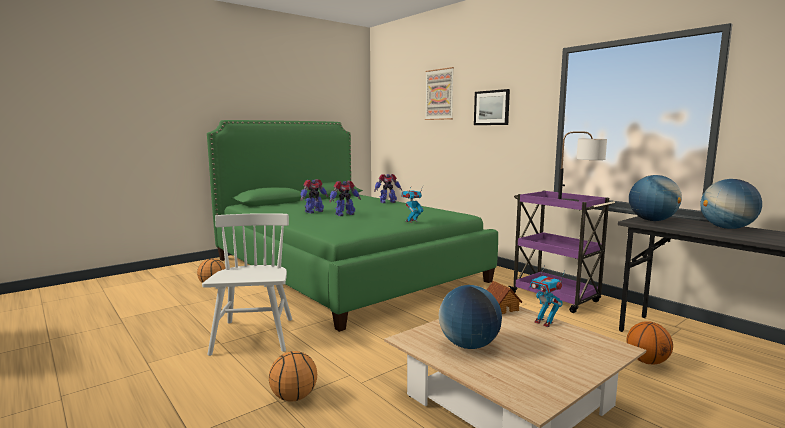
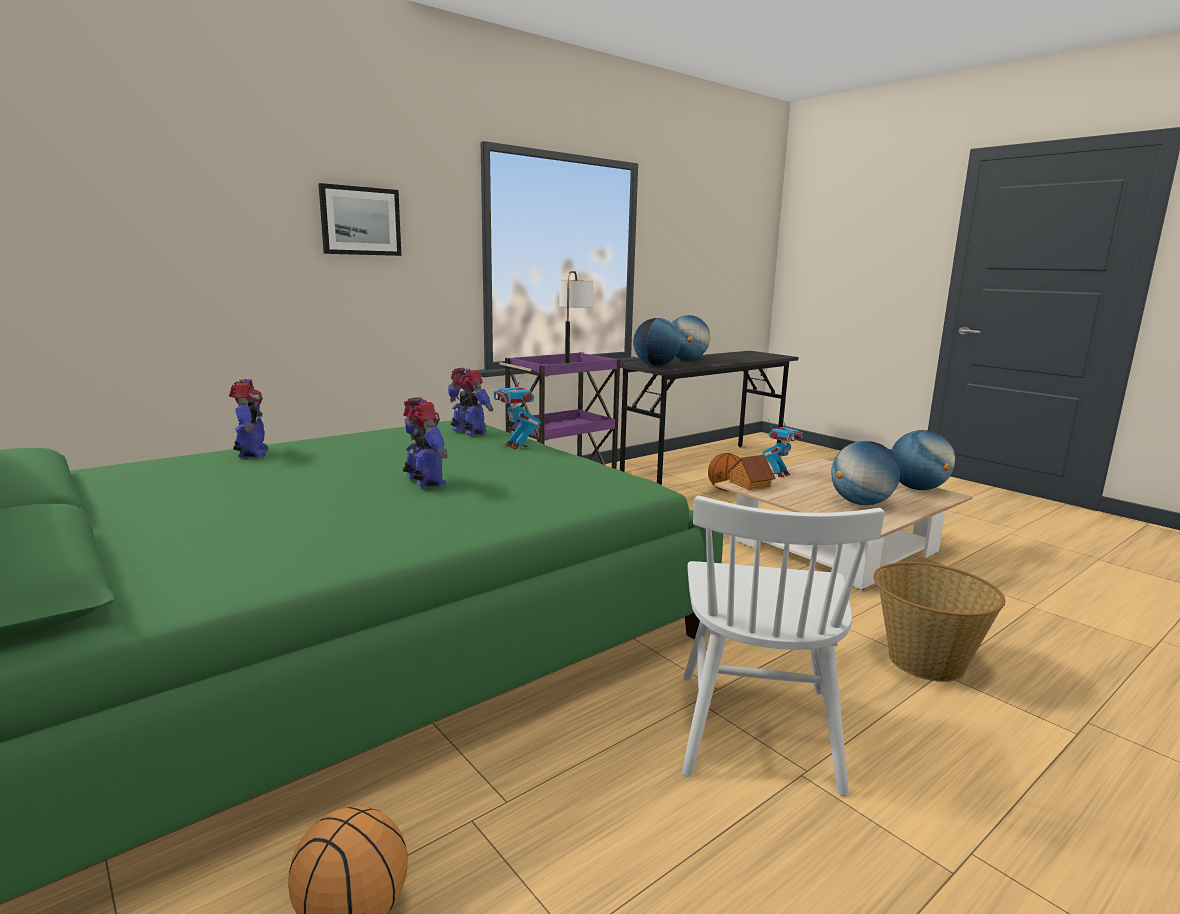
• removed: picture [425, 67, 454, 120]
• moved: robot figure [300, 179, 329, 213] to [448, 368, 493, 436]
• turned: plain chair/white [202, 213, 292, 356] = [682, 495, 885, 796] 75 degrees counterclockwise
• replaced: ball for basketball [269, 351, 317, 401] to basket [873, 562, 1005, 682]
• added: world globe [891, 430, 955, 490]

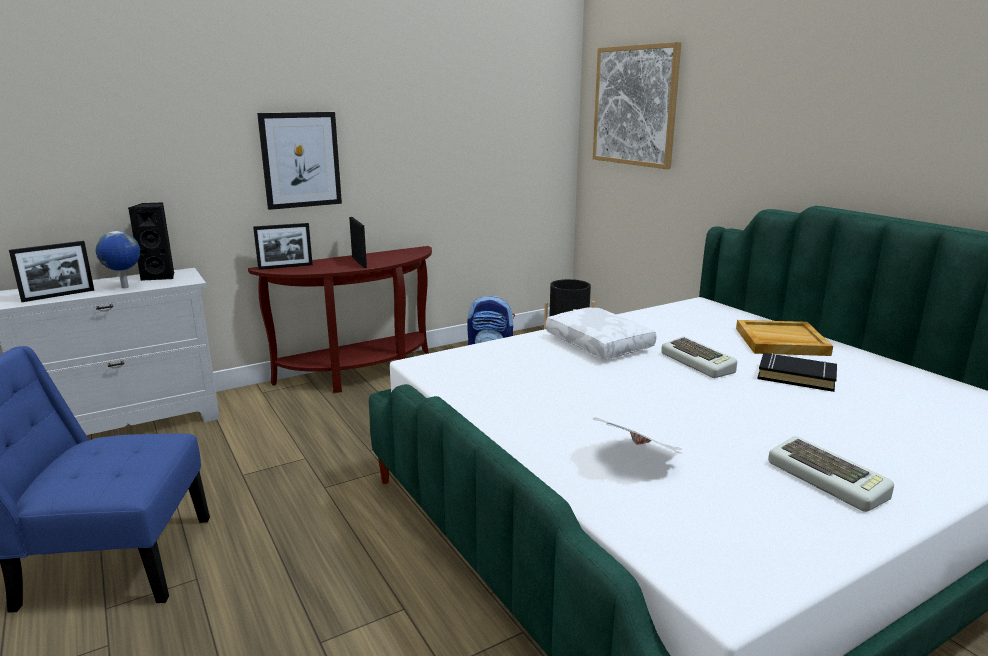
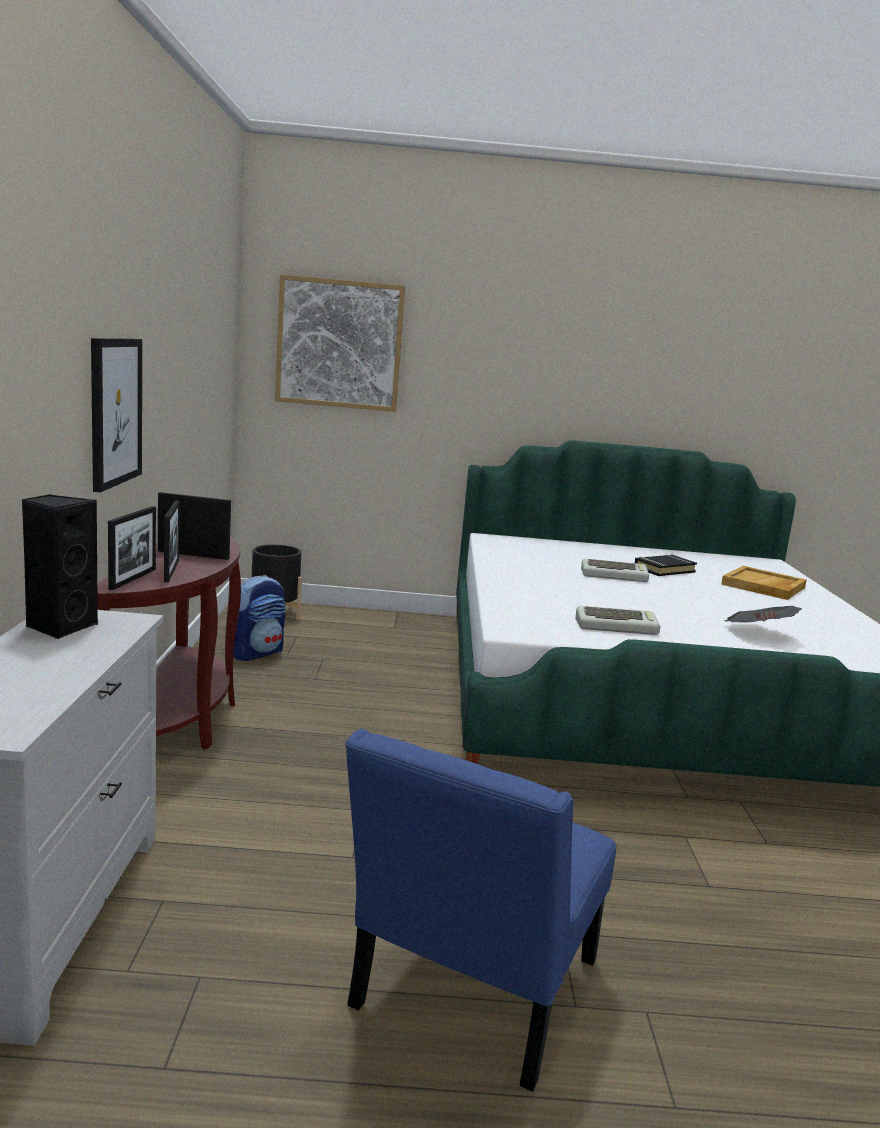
• removed: world globe [96, 231, 140, 288]
• moved: picture frame [9, 241, 94, 302] to [164, 501, 179, 582]
• removed: pillow/white [546, 308, 656, 359]
• moved: serving tray/beige-coloured [736, 320, 833, 356] to [721, 566, 807, 600]
• moved: keyboard [768, 436, 894, 512] to [575, 606, 660, 635]

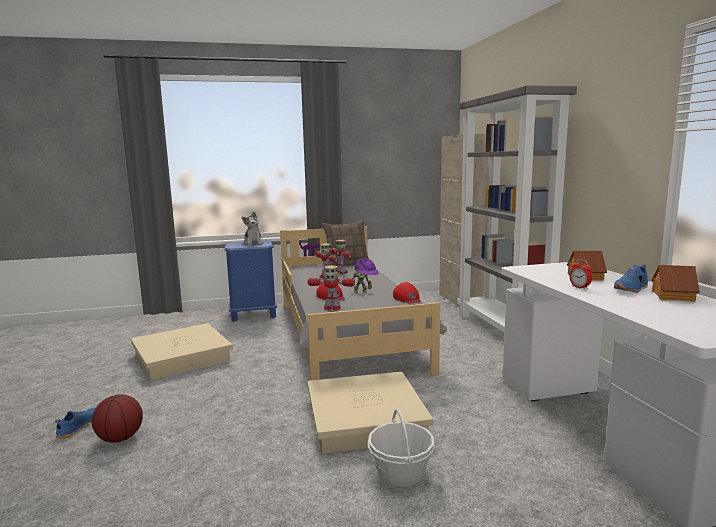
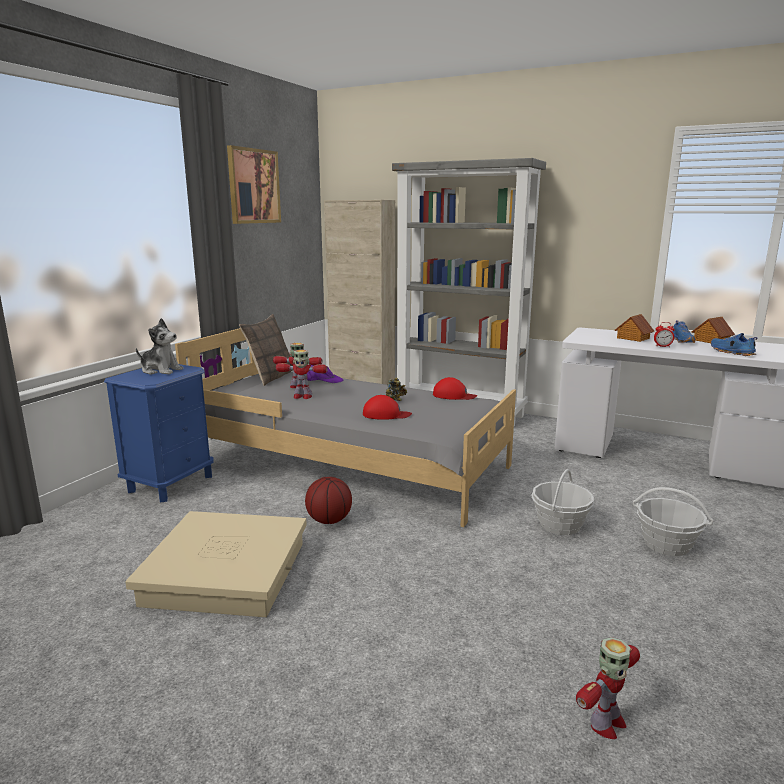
• moved: robot figure [308, 265, 355, 311] to [576, 637, 640, 739]
• replaced: storage container/beige-coloured [307, 372, 433, 454] to basket [531, 469, 594, 535]
• moved: ball for basketball [92, 394, 143, 442] to [305, 477, 352, 524]
• moved: low shoe/blue [55, 408, 96, 438] to [711, 333, 757, 356]
• added: picture [227, 145, 281, 224]

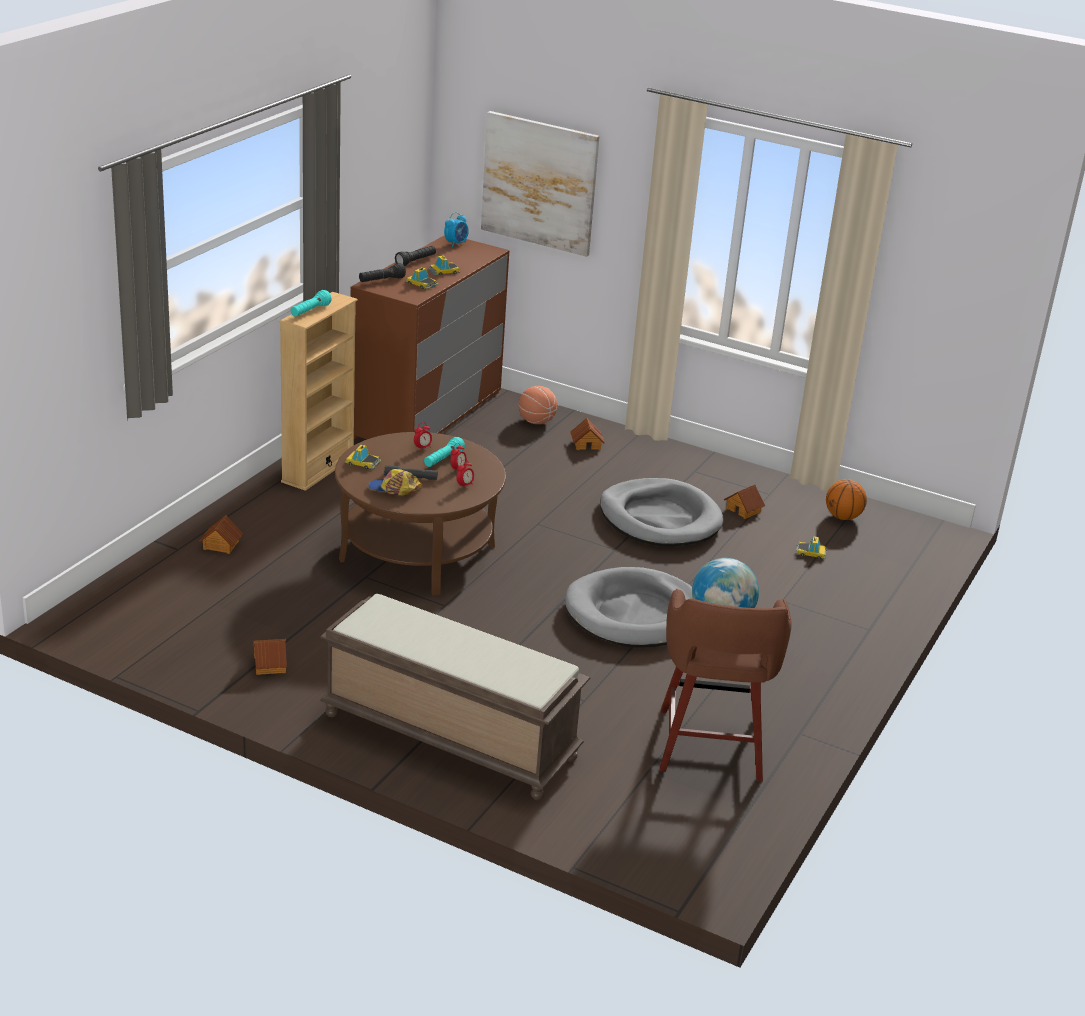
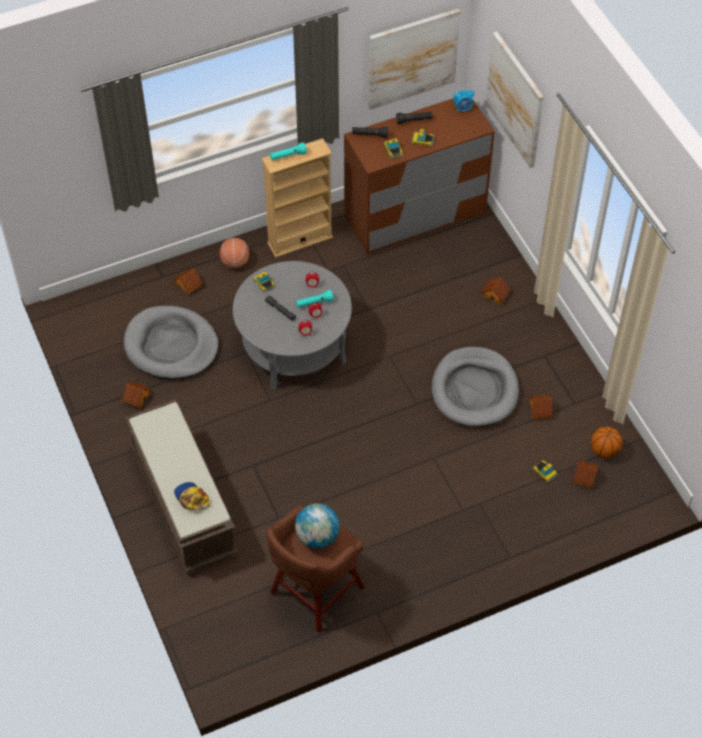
• moved: ball for basketball [519, 386, 557, 424] to [220, 238, 249, 268]
• recoloured: low table/brown [335, 432, 506, 595] to low table/greyish [233, 261, 352, 390]
• moved: peaked cap [368, 469, 422, 495] to [174, 482, 210, 510]
• moved: pet bed/greyish [565, 567, 693, 648] to [124, 306, 219, 380]
• added: picture [368, 8, 460, 110]
• added: miniature house [573, 460, 599, 488]

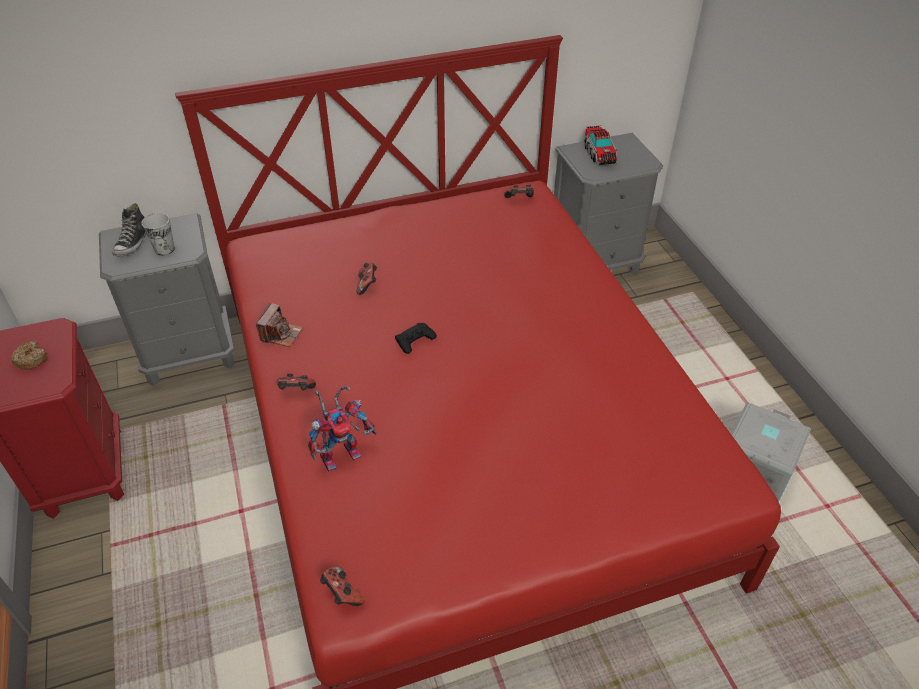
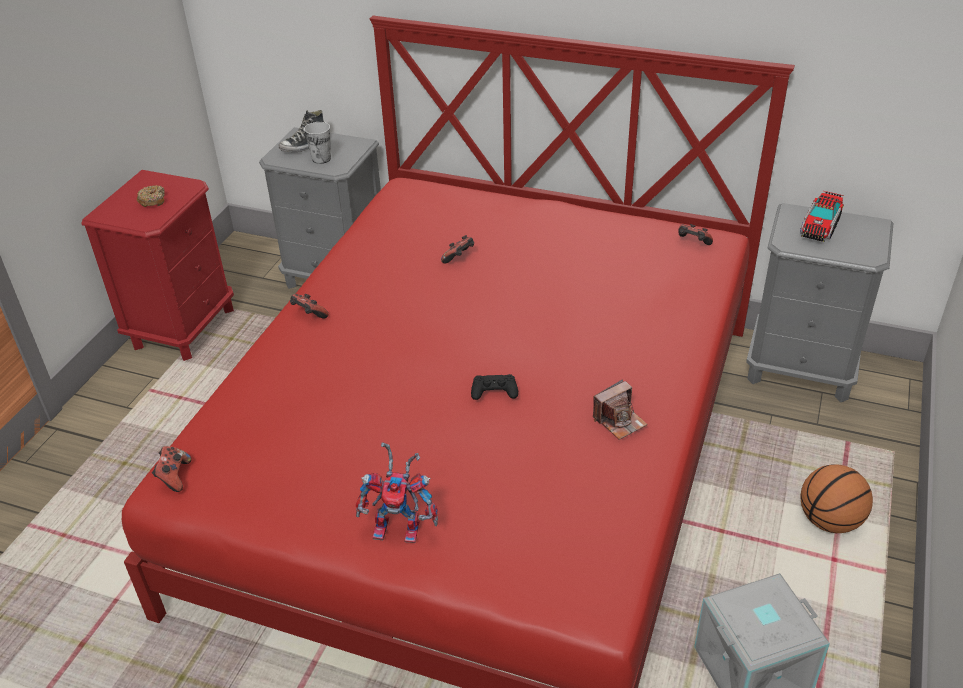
• moved: still camera [256, 303, 303, 347] to [593, 379, 648, 440]
• moved: gamepad/black-coloured [395, 323, 437, 354] to [471, 374, 518, 400]
• moved: robot figure [308, 386, 377, 472] to [356, 442, 438, 543]
• added: ball for basketball [800, 464, 873, 533]

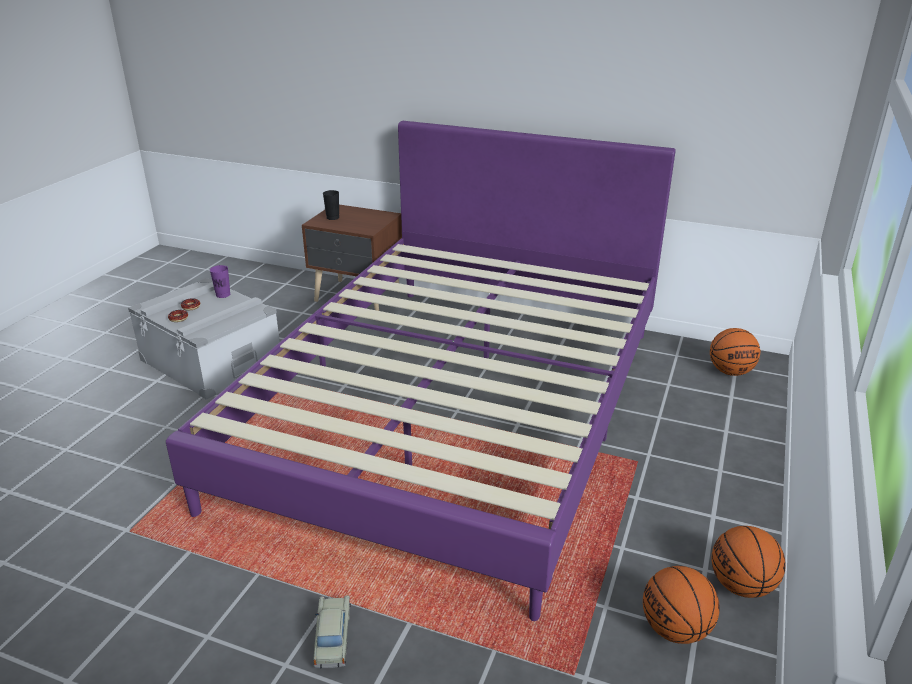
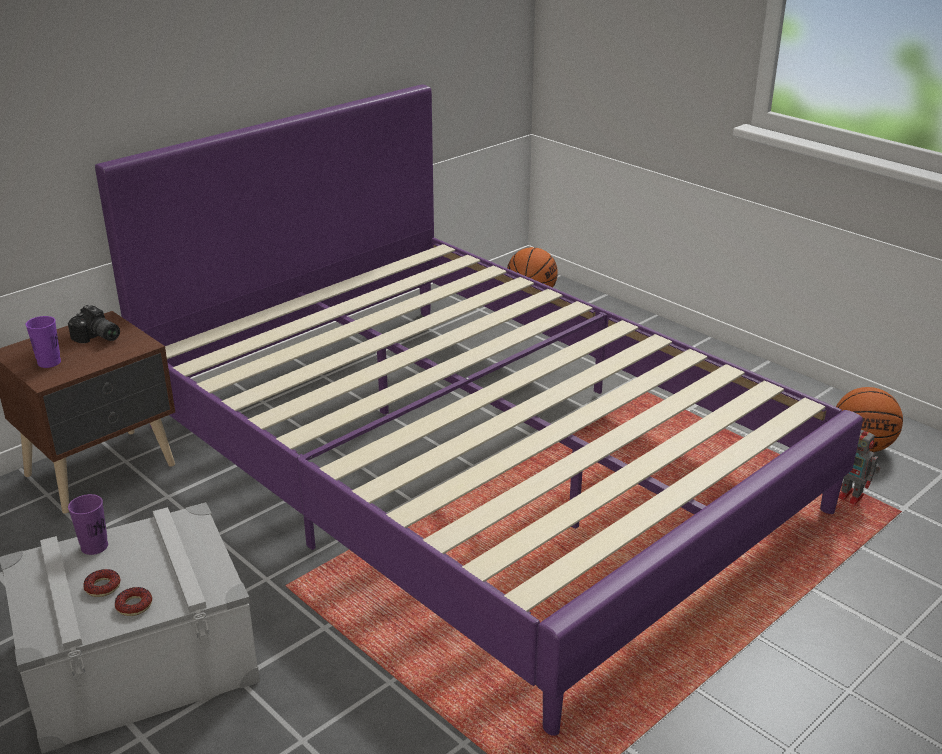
• recoloured: cup/black-coloured [323, 190, 339, 220] to cup/purple-coloured [25, 316, 61, 368]
• removed: ball for basketball [711, 526, 786, 598]
• removed: toy car/beige-coloured [313, 595, 351, 669]
• added: still camera [68, 305, 120, 343]
• added: robot figure [838, 425, 880, 505]

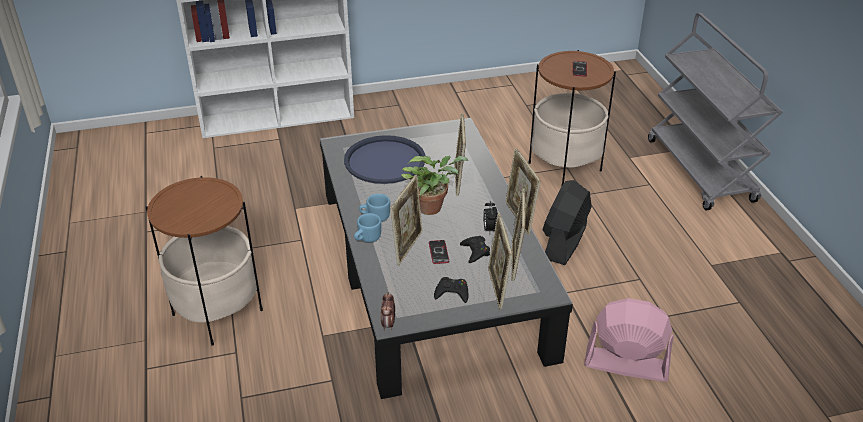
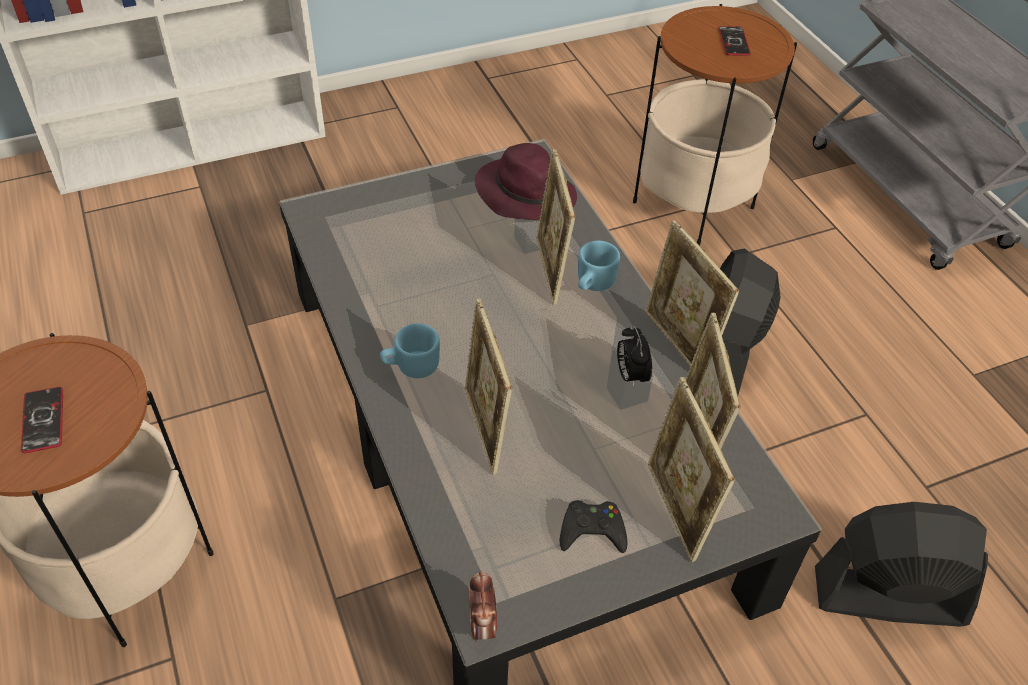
• removed: serving tray/blue [344, 135, 425, 184]
• removed: potted plant [401, 156, 469, 215]
• turned: picture frame [390, 175, 422, 265] = [464, 299, 512, 475] 150 degrees clockwise
• moved: mug/blue [354, 213, 381, 243] to [578, 241, 620, 291]
• removed: gamepad/black-coloured [460, 236, 490, 263]
• moved: handset [429, 240, 449, 264] to [21, 387, 63, 453]
• recoloured: electric fan/pink-coloured [584, 298, 674, 382] to electric fan/black-coloured [815, 502, 988, 627]
• added: clothing hat/purple-coloured [475, 143, 577, 220]

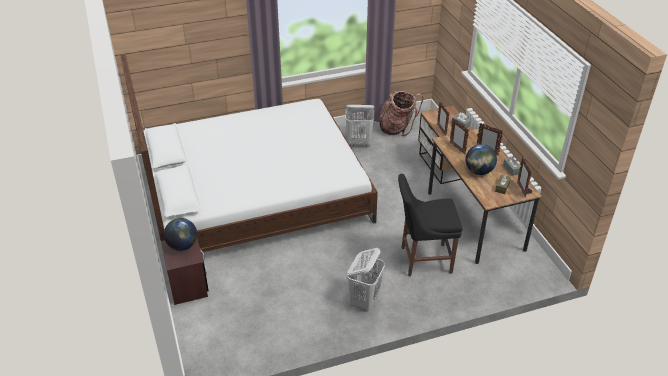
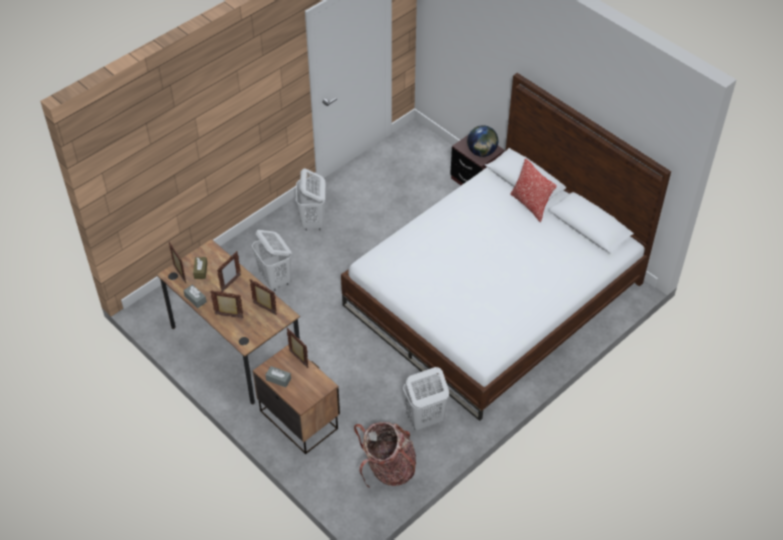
• replaced: world globe [465, 144, 497, 175] to picture frame [217, 251, 241, 292]
• replaced: plain chair/black-coloured [398, 174, 462, 276] to laundry basket/white [252, 230, 291, 291]
• added: pillow [510, 158, 557, 222]

